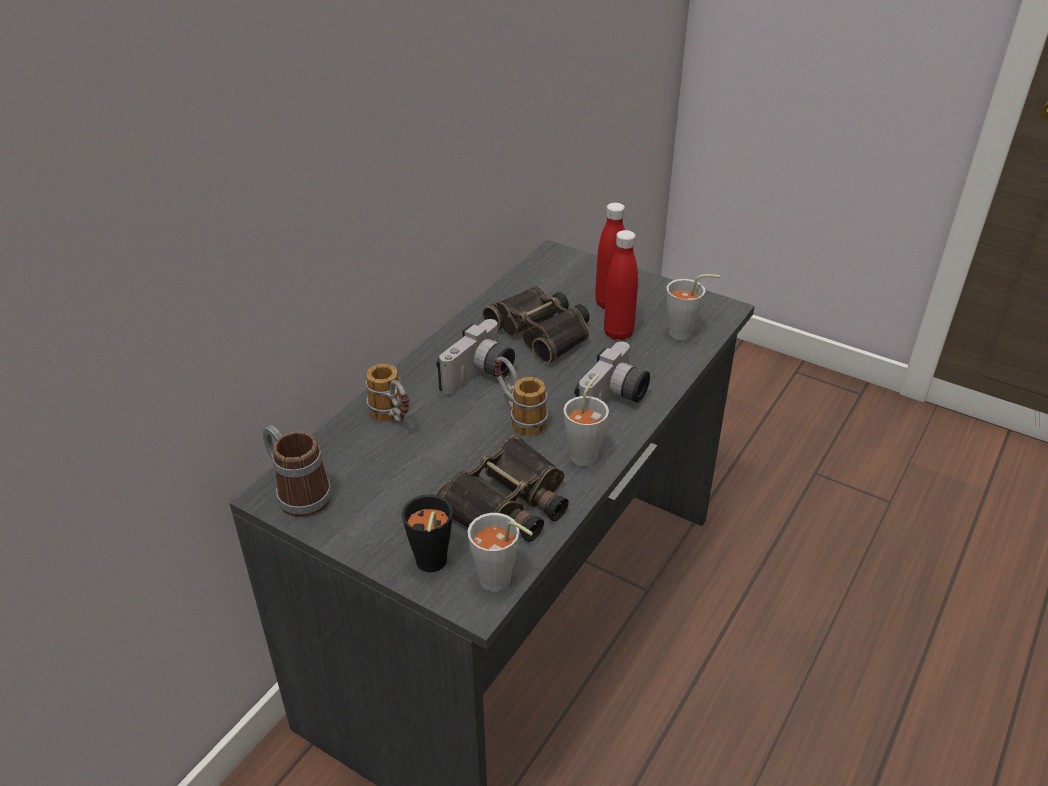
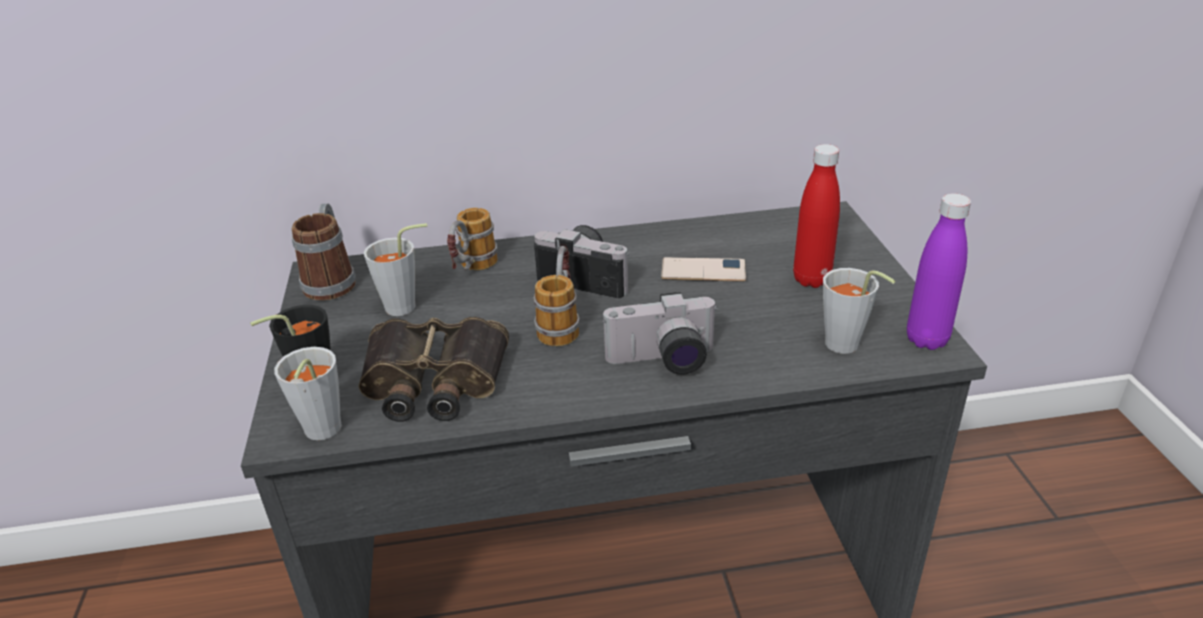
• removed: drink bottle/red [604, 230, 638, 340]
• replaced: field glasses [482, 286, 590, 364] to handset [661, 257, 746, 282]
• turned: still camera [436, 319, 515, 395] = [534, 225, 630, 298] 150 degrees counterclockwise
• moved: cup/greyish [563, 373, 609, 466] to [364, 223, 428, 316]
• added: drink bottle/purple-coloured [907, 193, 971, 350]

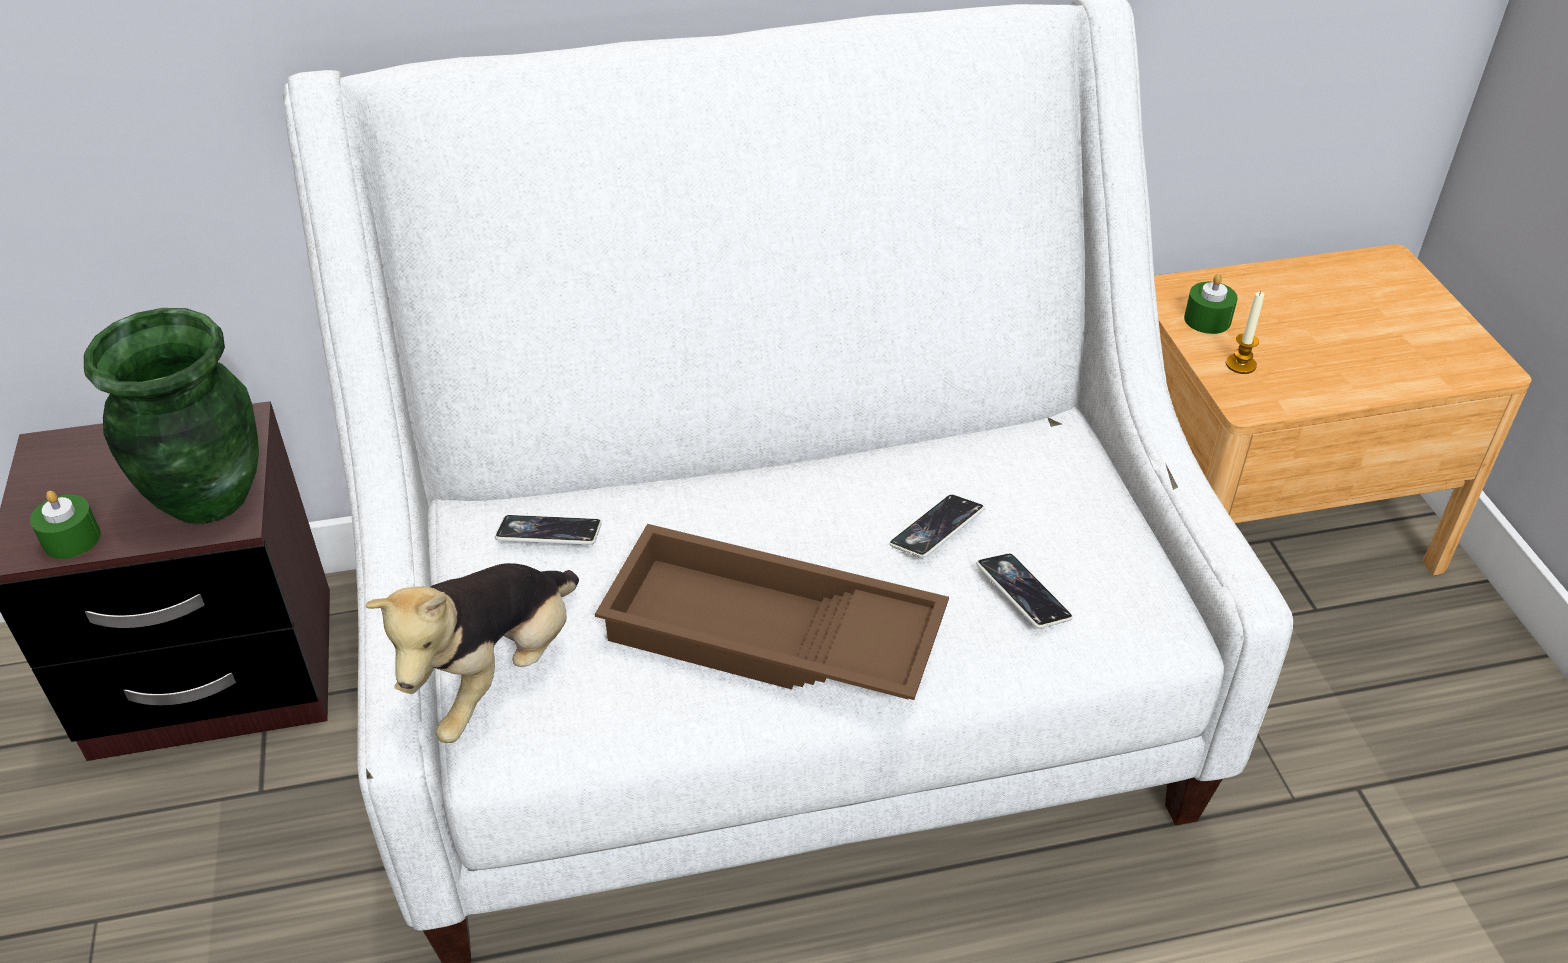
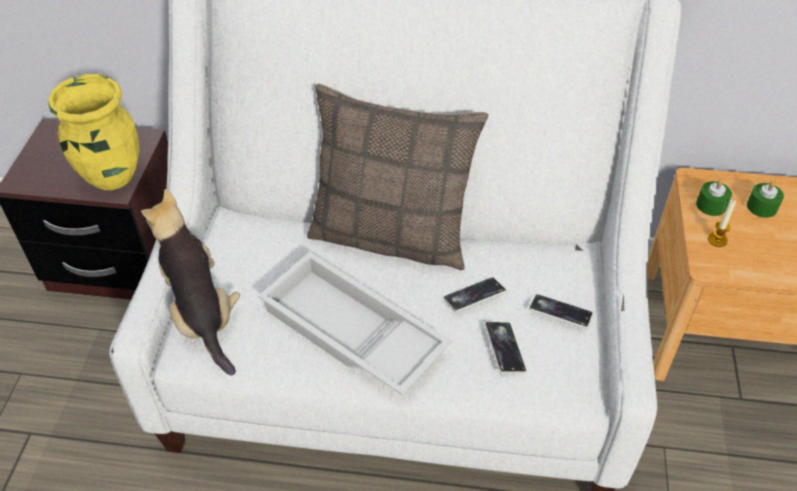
• recoloured: flower vase/green [84, 308, 259, 524] to flower vase/yellow [48, 74, 139, 190]
• moved: candle/green [30, 491, 101, 559] to [747, 181, 784, 218]
• moved: handset [495, 515, 601, 545] to [529, 294, 593, 328]
• recoloured: serving tray/brown [595, 524, 949, 700] to serving tray/white [258, 252, 452, 396]
• turned: soft toy [366, 563, 579, 743] = [141, 189, 240, 376] 105 degrees clockwise
• added: pillow [307, 83, 489, 270]

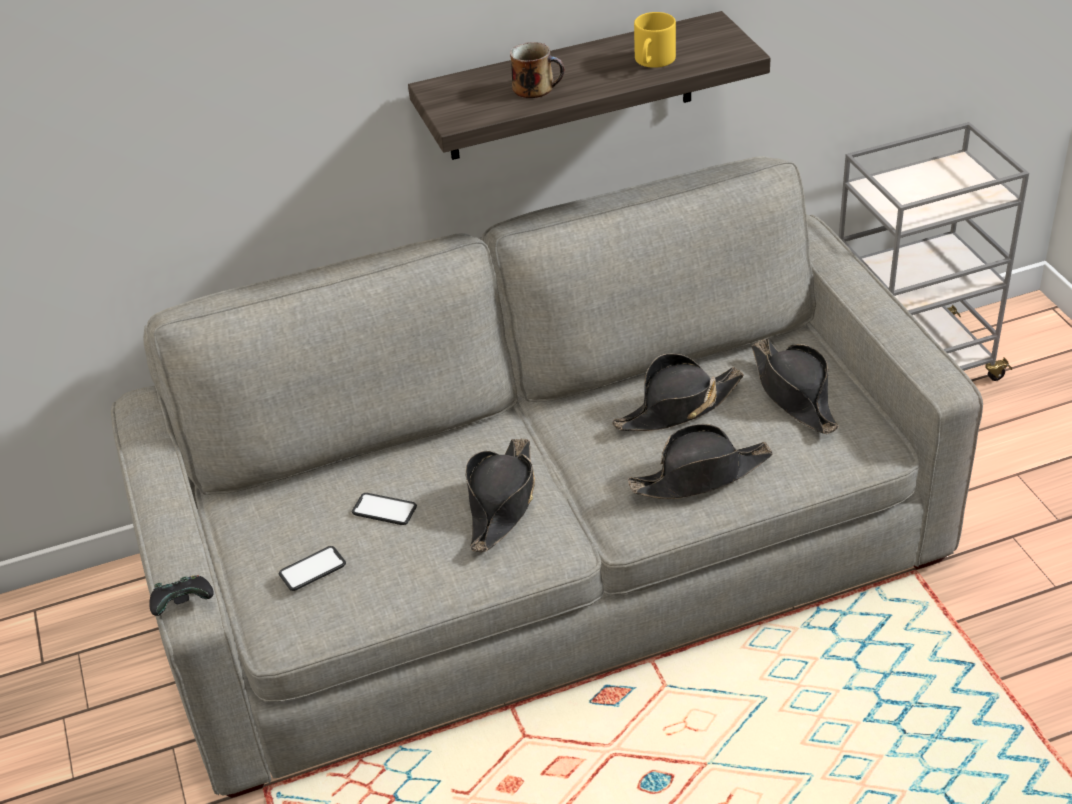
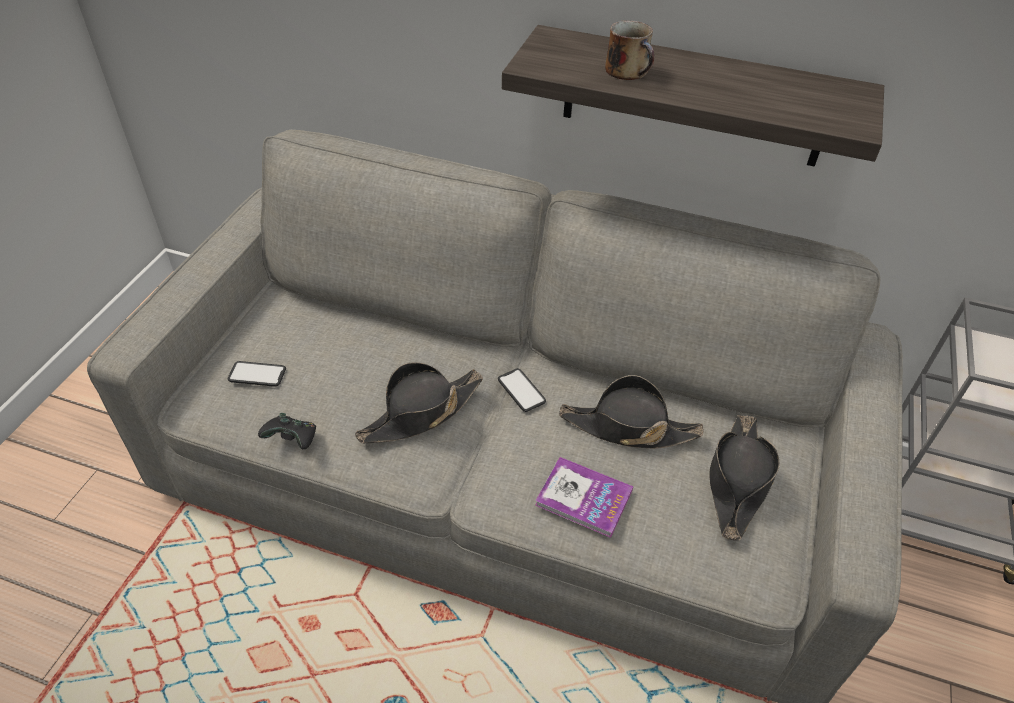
• removed: mug/yellow [634, 12, 676, 68]
• replaced: clothing hat/black-coloured [628, 424, 773, 499] to bound book [535, 457, 633, 538]
• moved: handset [352, 493, 417, 525] to [498, 368, 546, 412]
• moved: gamepad/black-coloured [149, 575, 214, 616] to [258, 413, 316, 449]

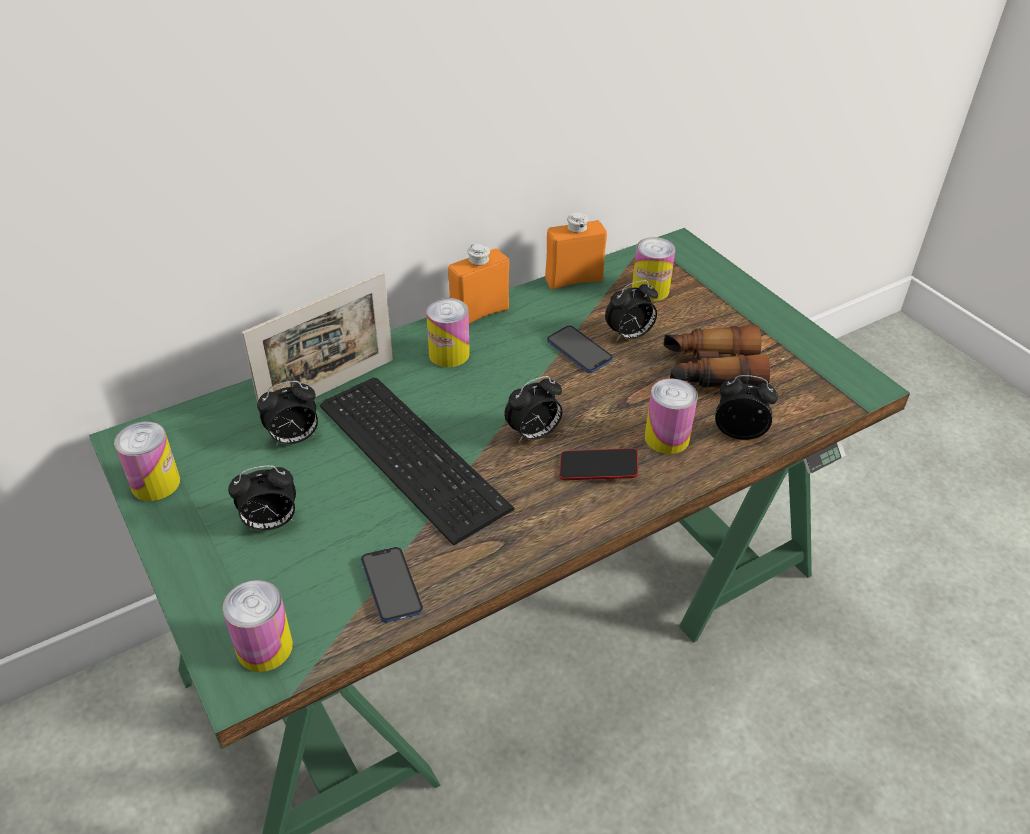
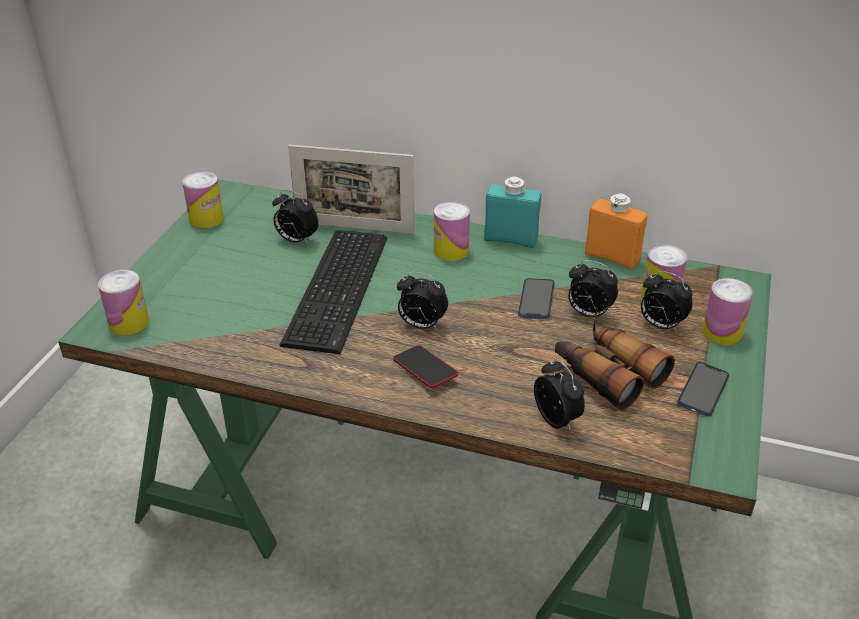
• recoloured: drink bottle/orange [448, 244, 509, 324] to drink bottle/turquoise [484, 177, 541, 248]
• moved: sealed can [645, 378, 698, 454] to [702, 278, 754, 345]
• moved: bedside clock [228, 465, 296, 531] to [641, 271, 693, 332]
• moved: handset [361, 547, 423, 623] to [677, 362, 729, 416]

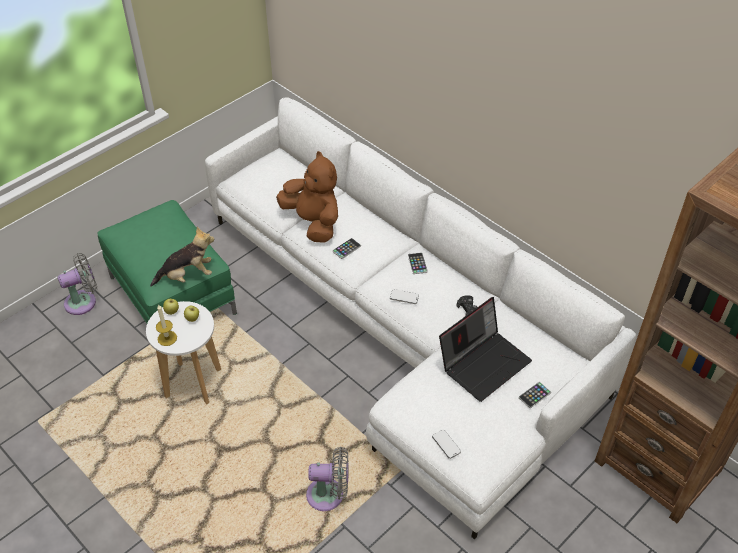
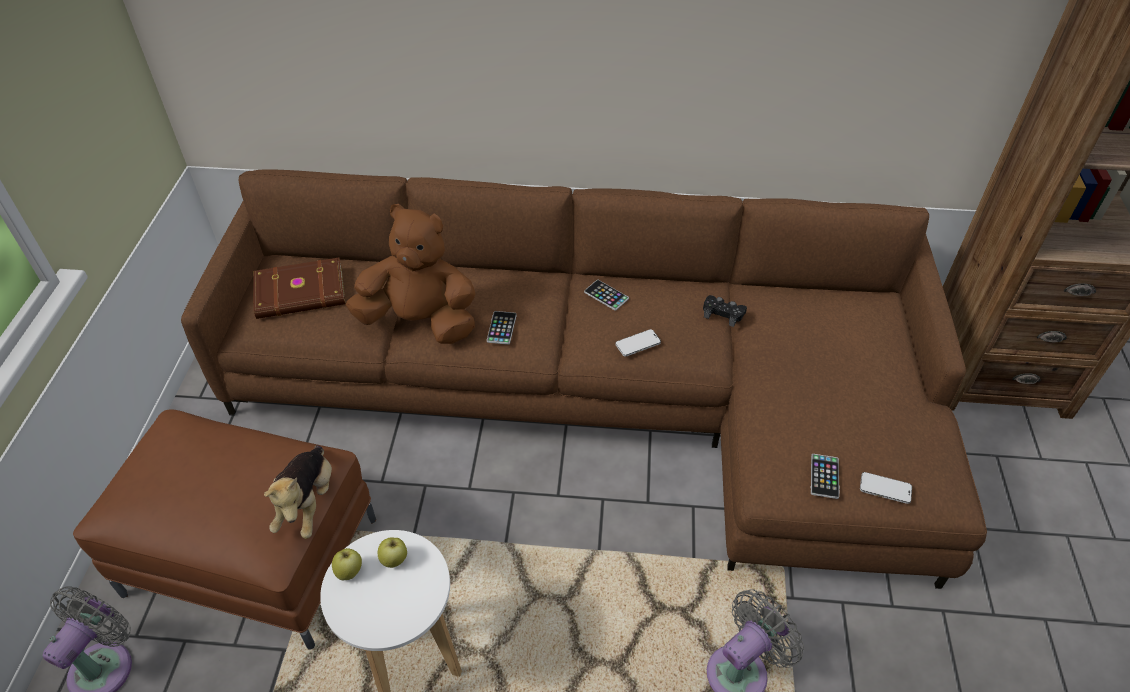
• recoloured: sofa/white [205, 97, 637, 540] to sofa/brown [181, 170, 987, 589]
• recoloured: footrest/green [98, 200, 237, 323] to footrest/brown [73, 409, 376, 650]
• turned: soft toy [150, 227, 214, 287] = [264, 445, 332, 539] 150 degrees clockwise
• removed: laptop [439, 297, 532, 402]
• removed: candle [156, 304, 177, 346]
• moved: handset [519, 382, 551, 408] to [811, 454, 840, 499]
• added: bound book/brown [253, 258, 345, 319]

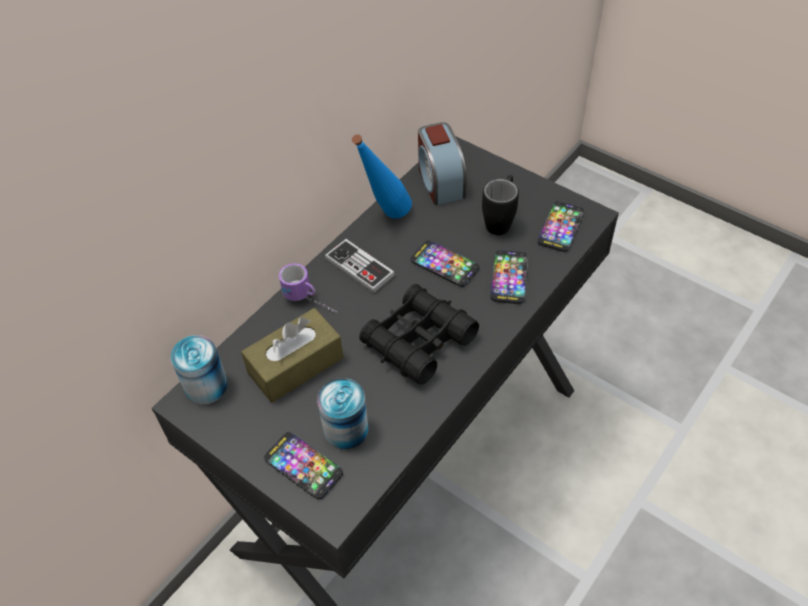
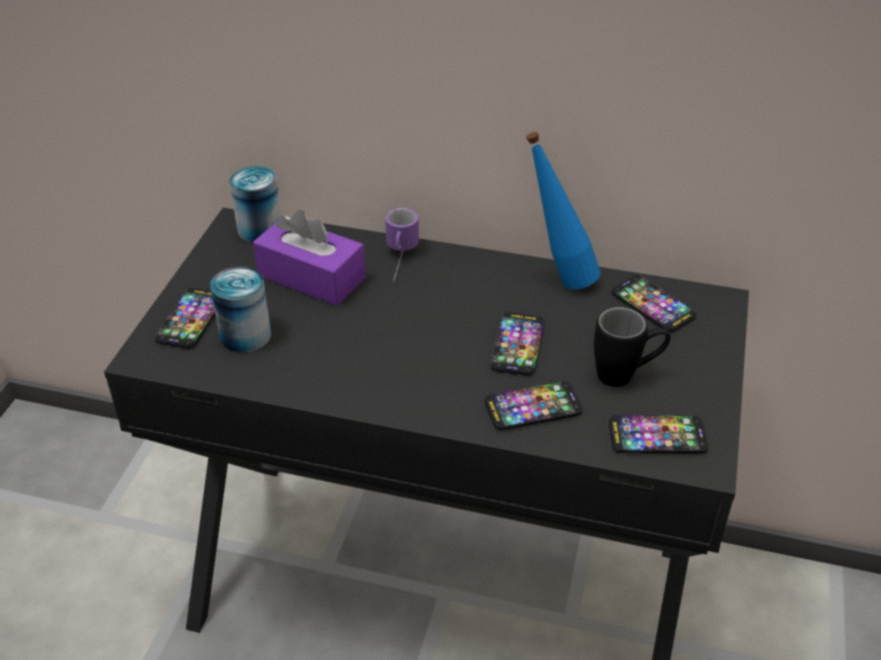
• replaced: bedside clock [418, 122, 466, 205] to handset [612, 275, 697, 333]
• removed: gamepad [325, 239, 395, 293]
• removed: field glasses/black-coloured [359, 284, 479, 385]
• recoloured: box of tissues/brown [241, 308, 344, 403] to box of tissues/purple-coloured [253, 210, 366, 306]

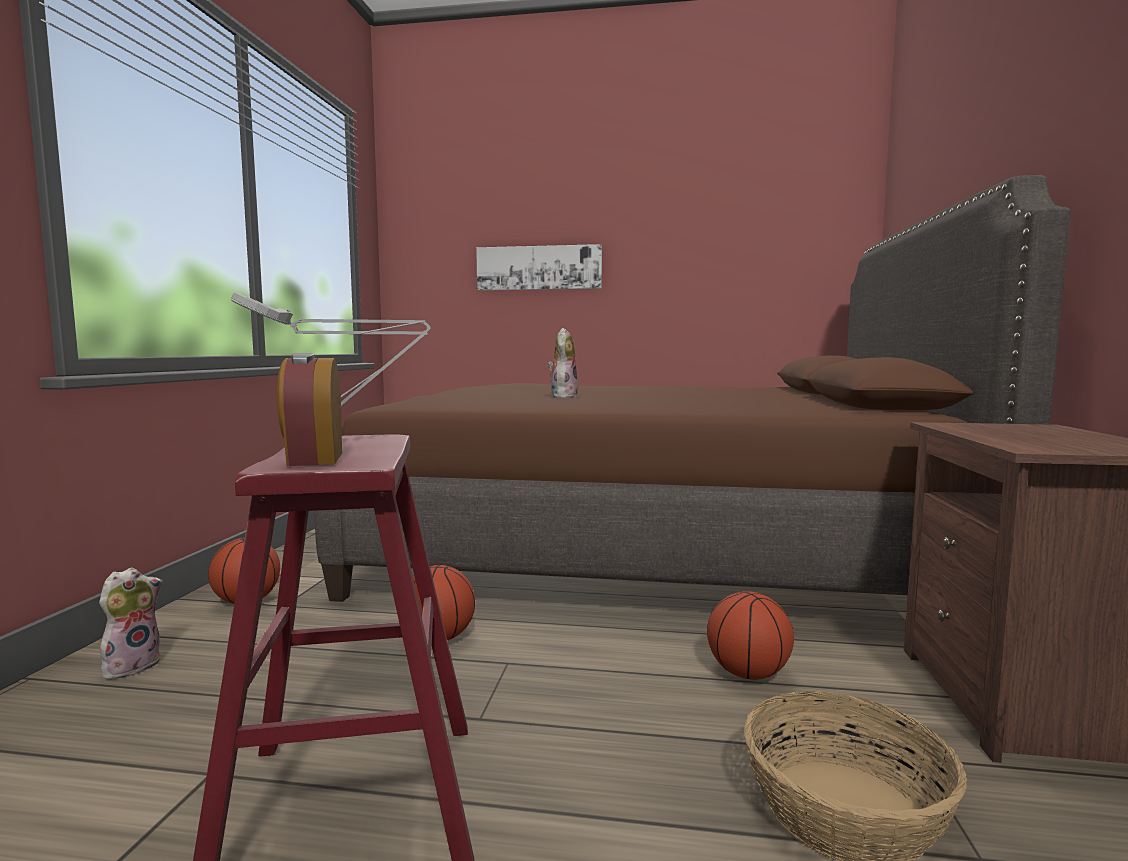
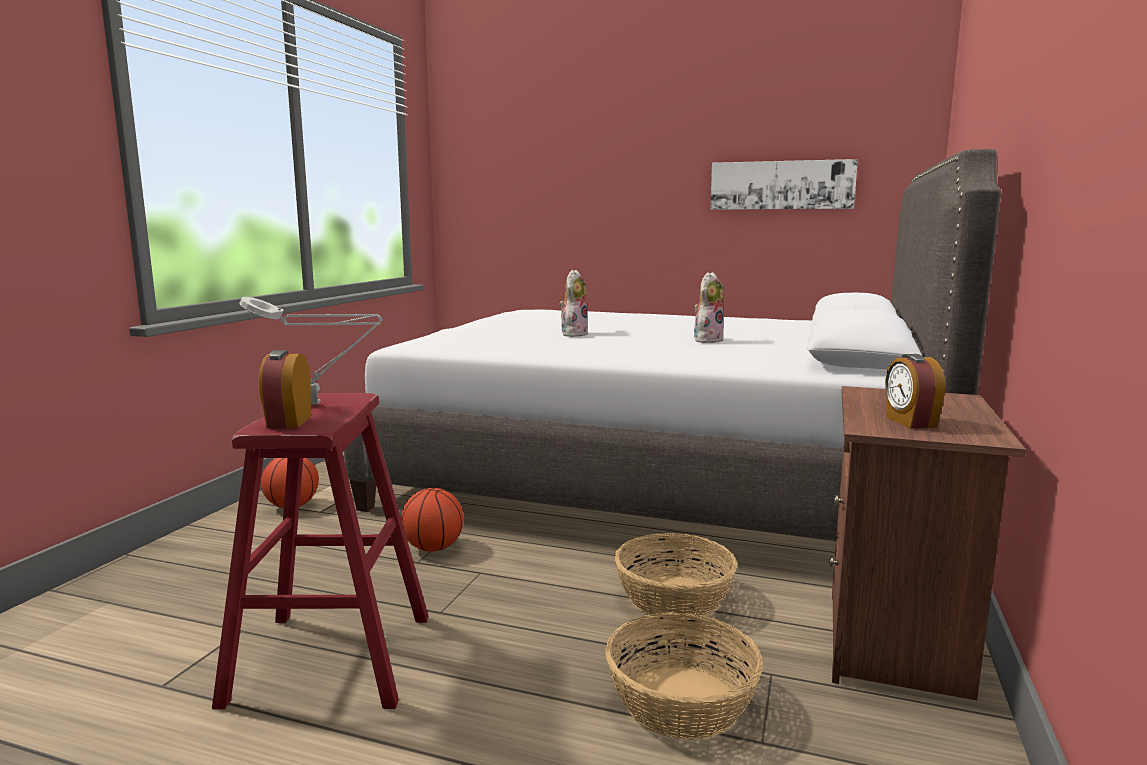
• recoloured: sleeping bed/brown [314, 175, 1071, 602] to sleeping bed/greyish [344, 149, 1001, 541]
• moved: picture [476, 244, 602, 291] to [710, 159, 858, 210]
• moved: soft toy [99, 567, 163, 680] to [694, 272, 724, 343]
• replaced: ball for basketball [707, 591, 794, 680] to basket [615, 533, 737, 620]
• added: bedside clock [885, 354, 945, 429]

